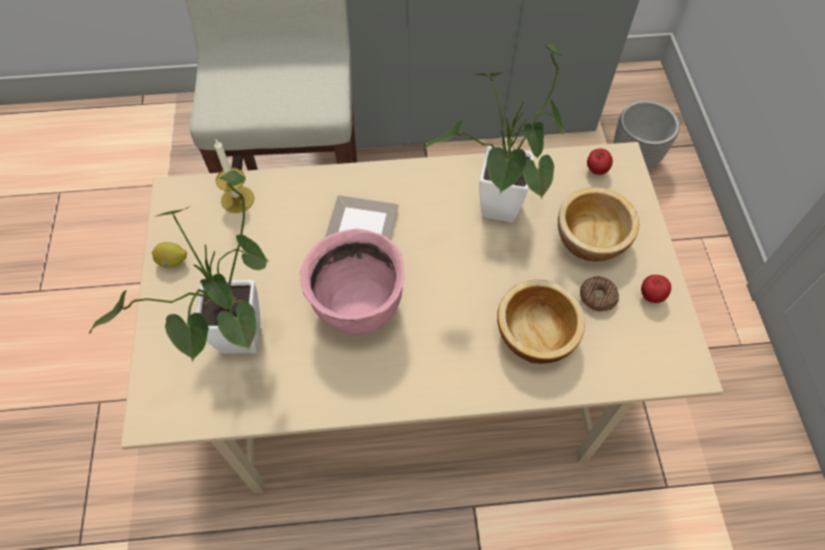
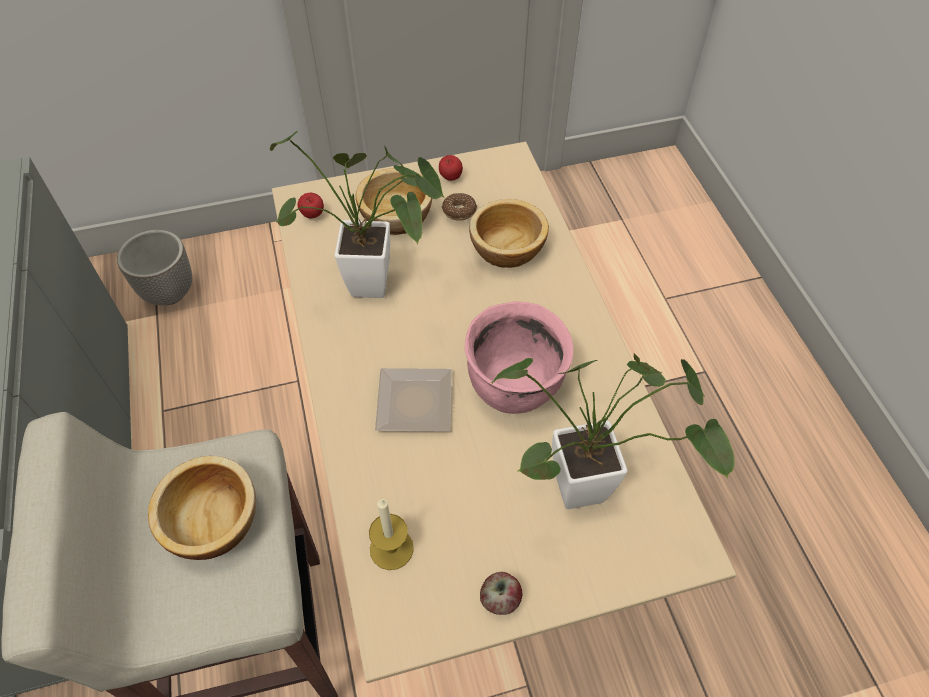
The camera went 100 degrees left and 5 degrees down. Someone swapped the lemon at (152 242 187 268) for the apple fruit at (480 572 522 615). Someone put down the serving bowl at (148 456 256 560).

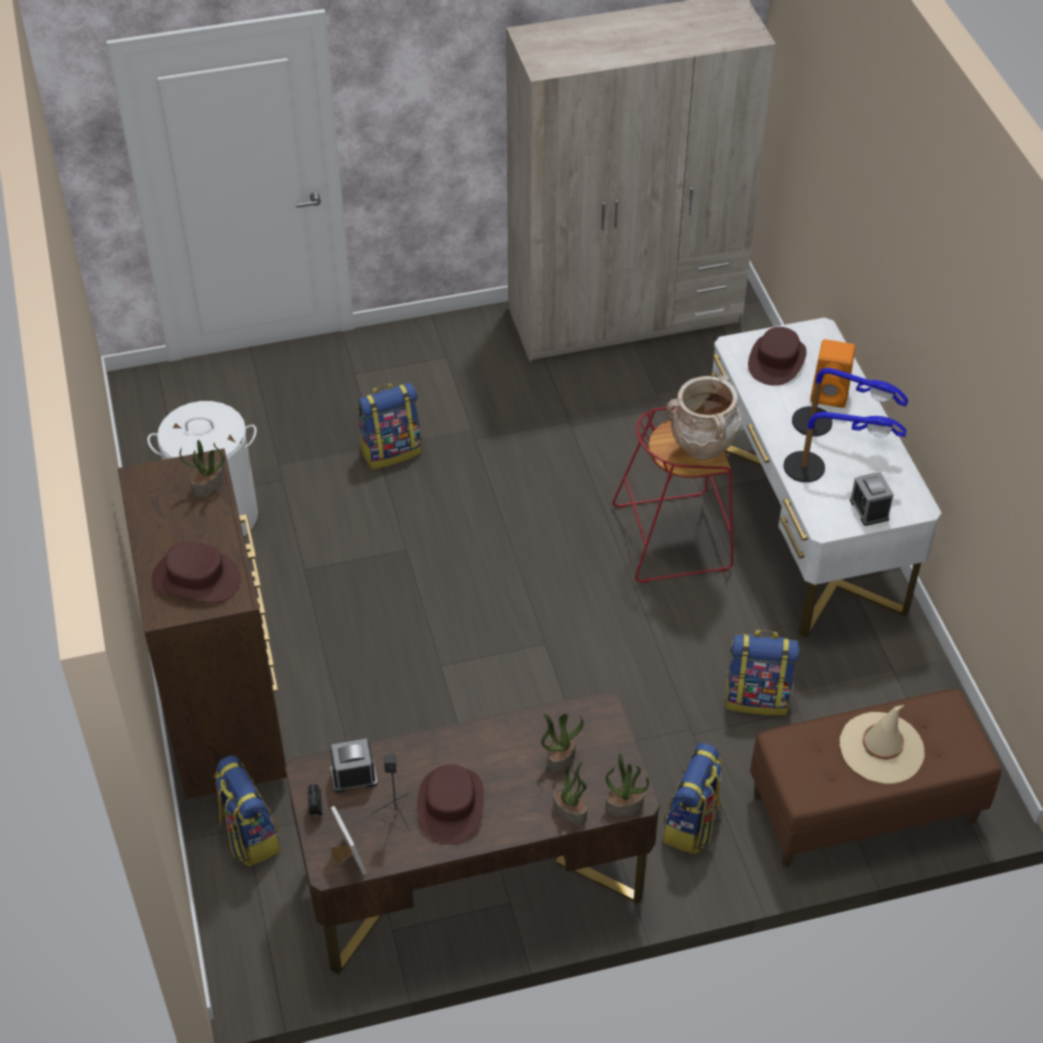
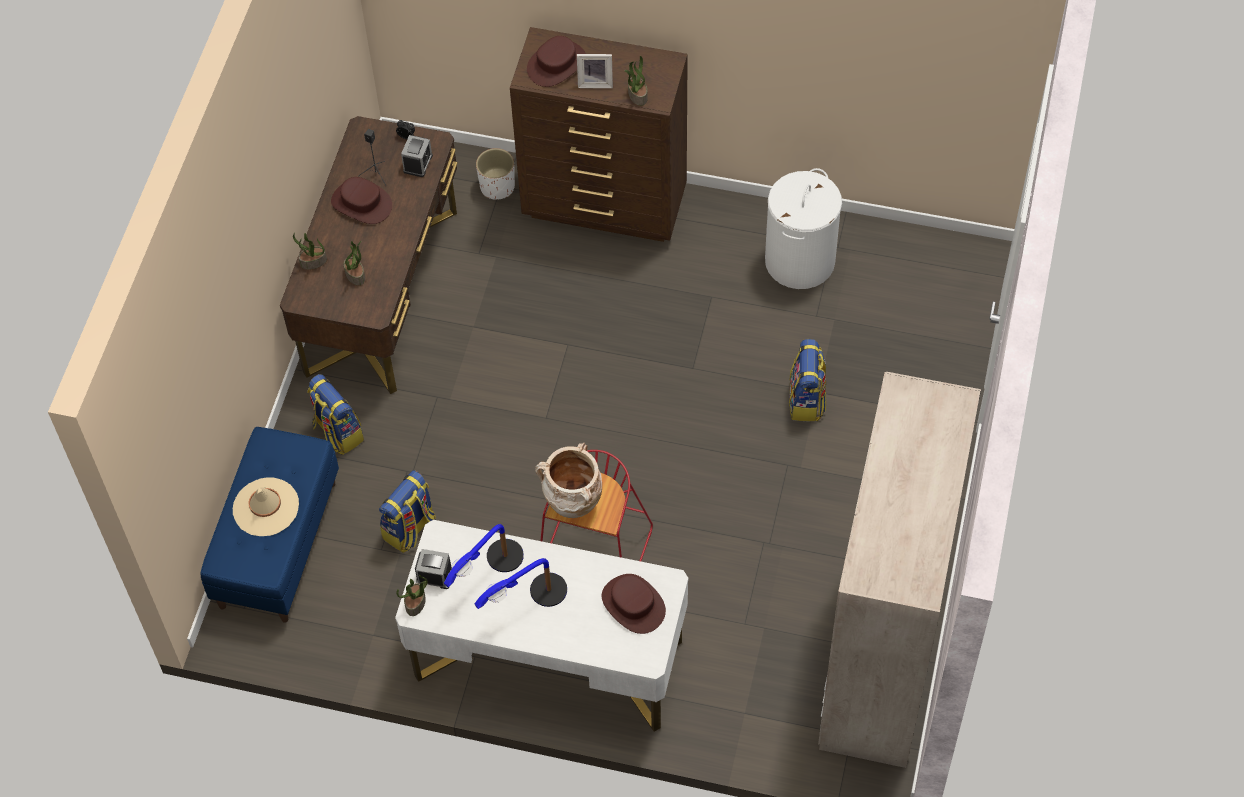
The camera went 120 degrees right and 10 degrees up. Someone took away the audio speaker in orange at (810 339 855 408). Someone repainted the bench in brown at (750 689 1001 867), which became the bench in blue at (201 427 339 623). Someone carried the potted plant from (606 753 649 817) to (396 575 428 616). Someone swapped the rucksack at (214 755 280 867) for the flower pot in whitish at (476 148 515 200). Someone carried the photo frame from (331 806 367 876) to (577 54 613 88).

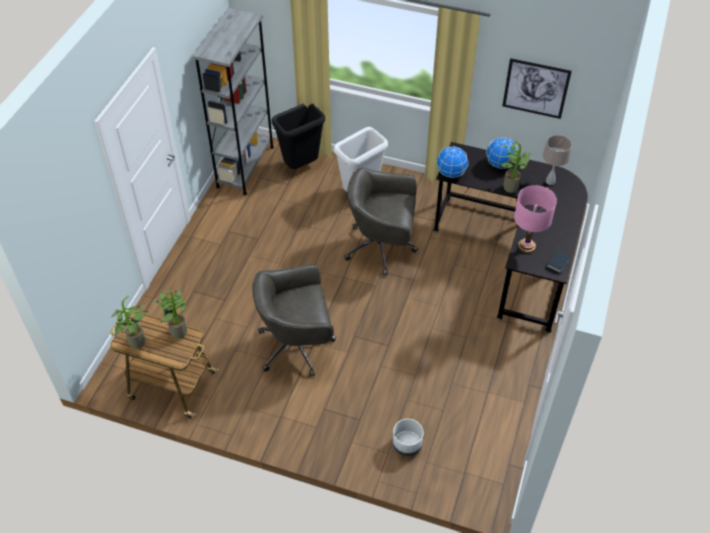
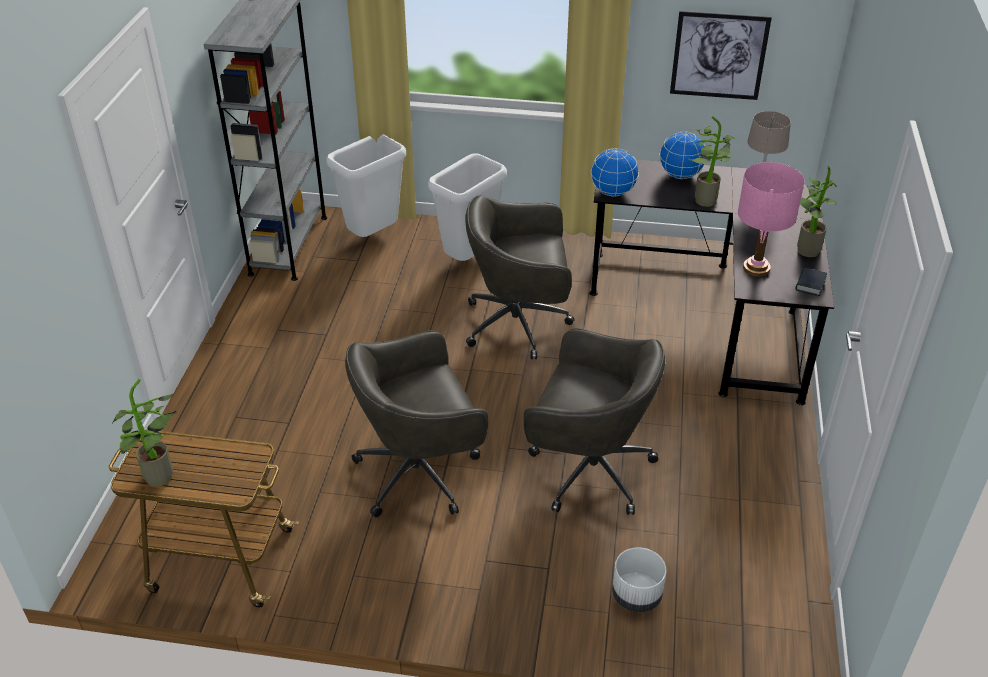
The camera went 10 degrees left and 10 degrees down. Someone repainted the trash can in blackish at (272 104 325 169), which became the trash can in whitish at (326 135 406 237). Someone carried the potted plant from (151 290 187 339) to (797 166 837 257). Someone put down the office chair in gray at (523 328 665 515).

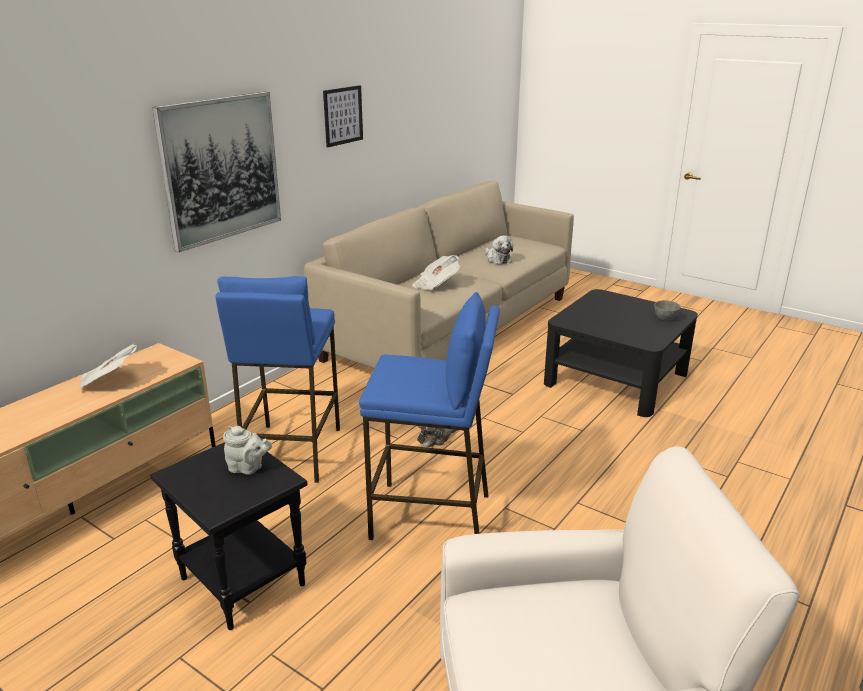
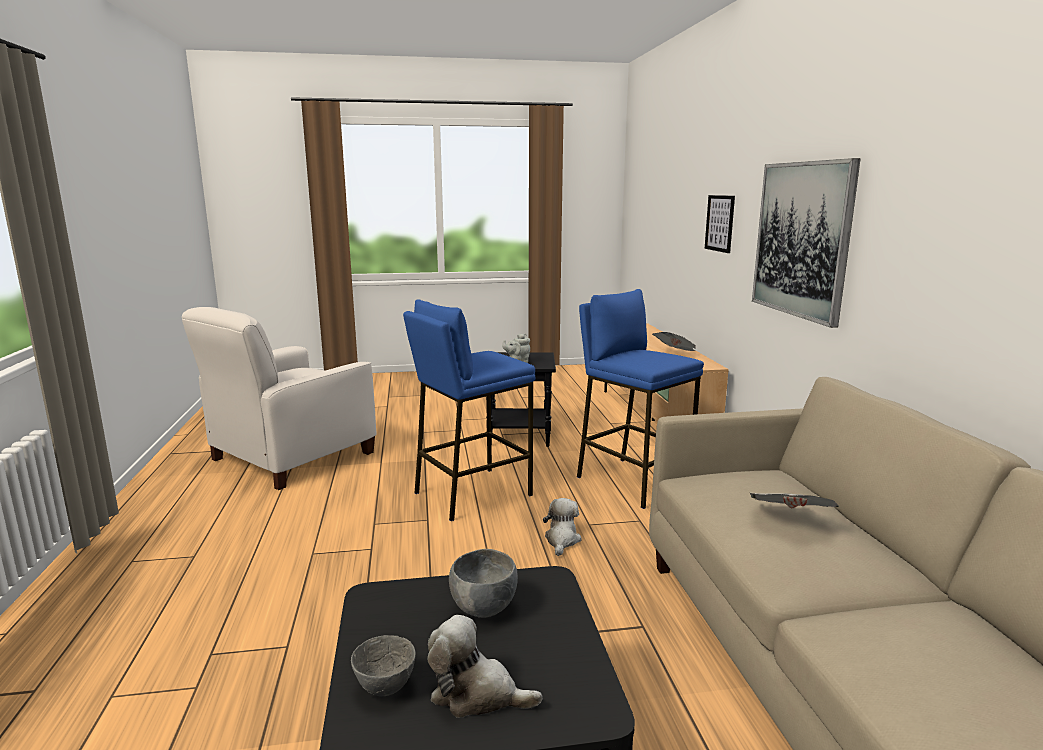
The camera went 135 degrees right and 10 degrees down. Someone carried the wall art from (323 85 363 147) to (705 195 735 253). Someone carried the plush toy from (485 236 513 264) to (427 615 543 718). Someone put down the serving bowl in gray at (449 549 518 618).

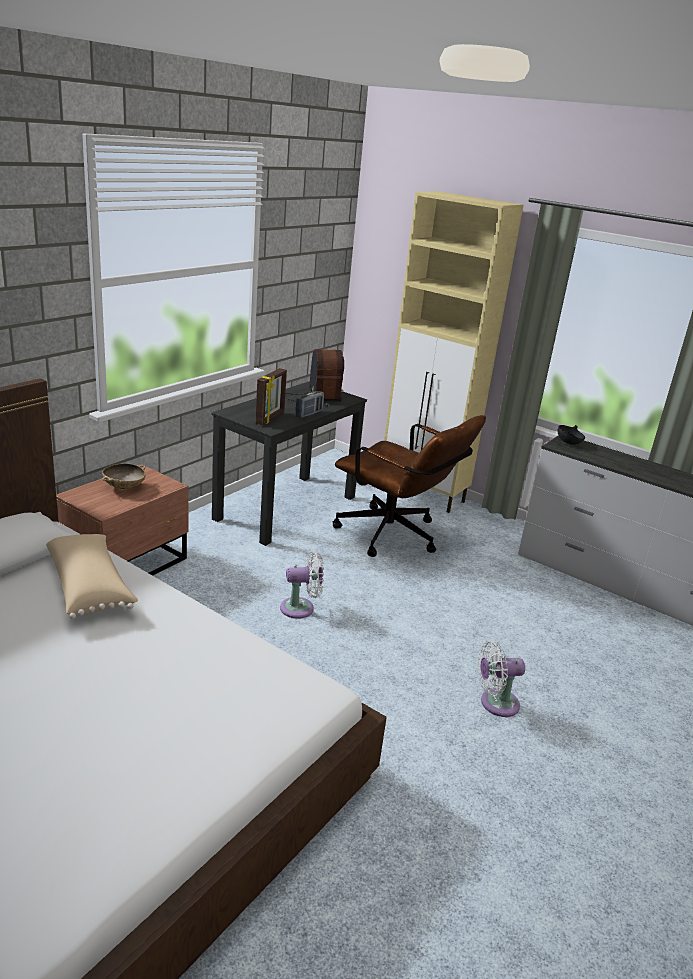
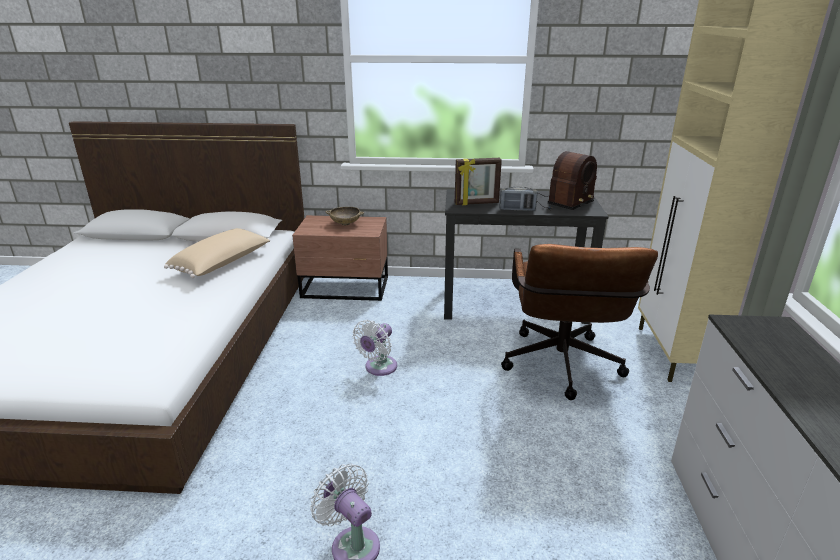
The camera went 60 degrees right and 0 degrees up. Someone took away the serving bowl in blackish at (558 425 585 445). Someone rotated the electric fan in whitish at (280 552 324 619) by 75 degrees clockwise.

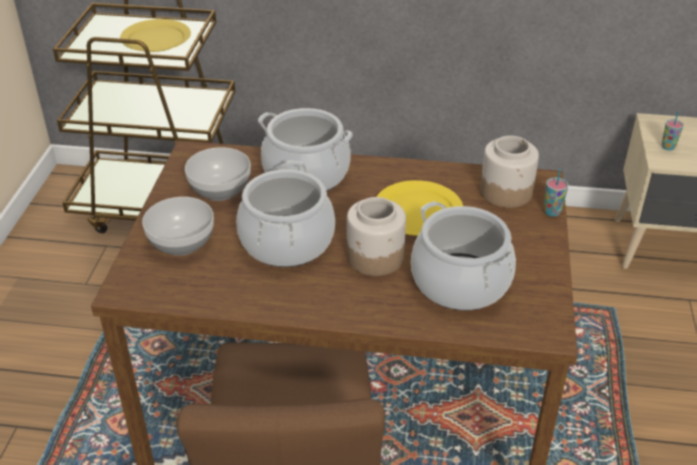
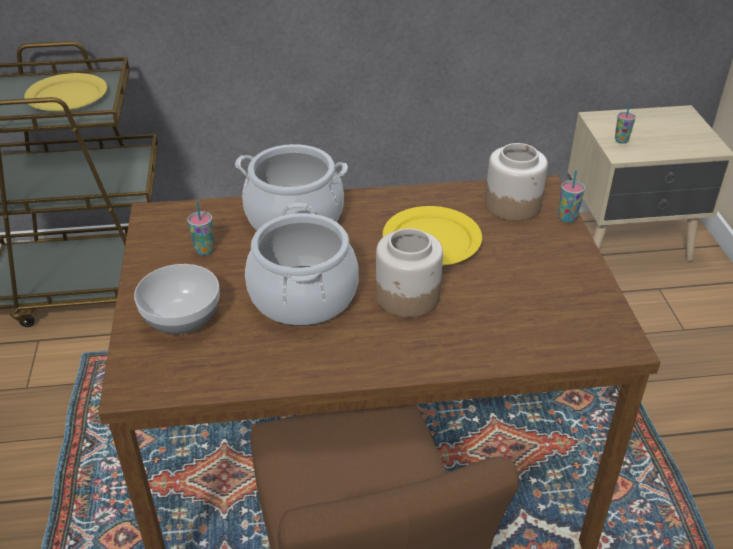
The camera went 15 degrees left and 0 degrees up. Someone swapped the serving bowl at (185 147 251 201) for the cup at (187 201 214 255). Someone took away the saucepot at (411 201 516 310).

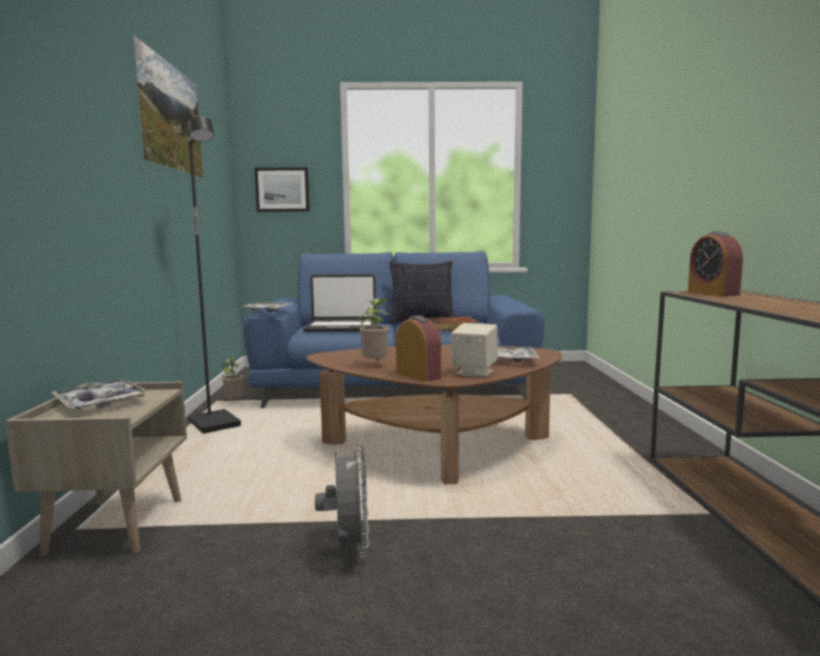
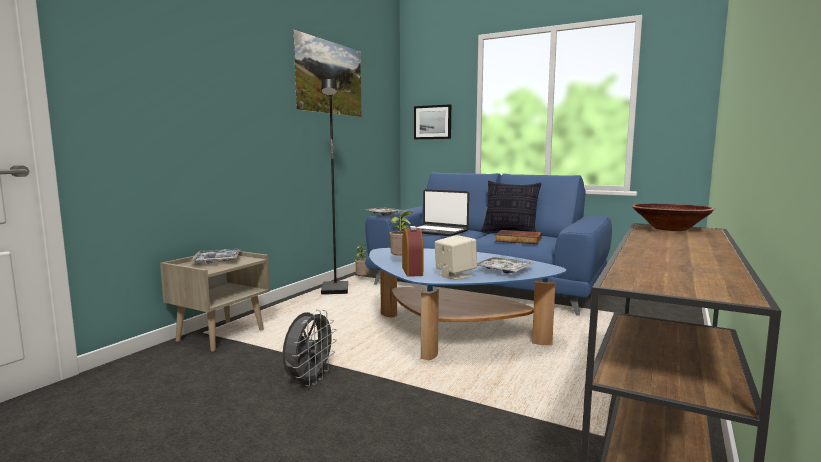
The camera went 30 degrees right and 0 degrees up. Someone swapped the table clock at (688 231 743 296) for the serving bowl in brown at (632 204 715 231). Someone repainted the low table in brown at (307 345 562 484), which became the low table in blue at (369 248 566 360).

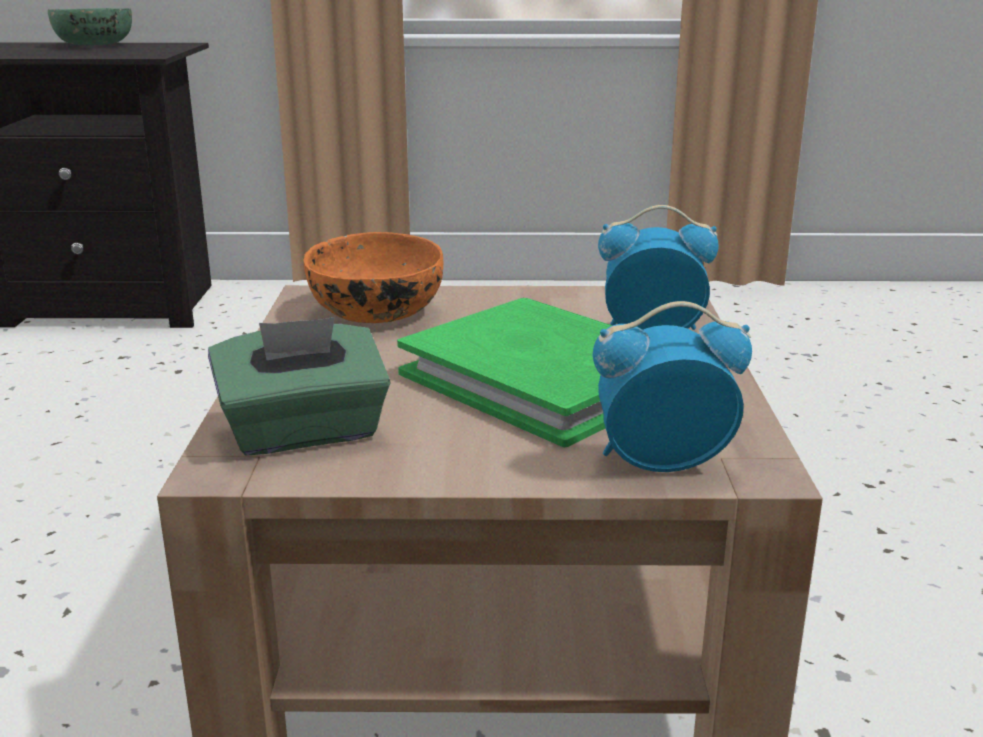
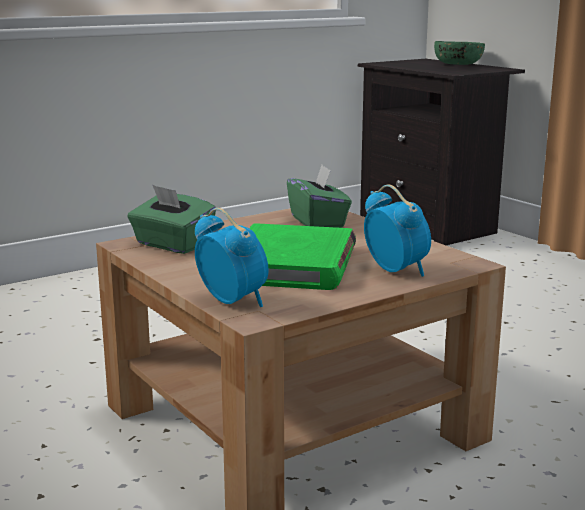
The camera went 55 degrees right and 5 degrees down. Someone swapped the serving bowl in orange at (304 232 443 323) for the tissue box in green at (287 165 352 228).

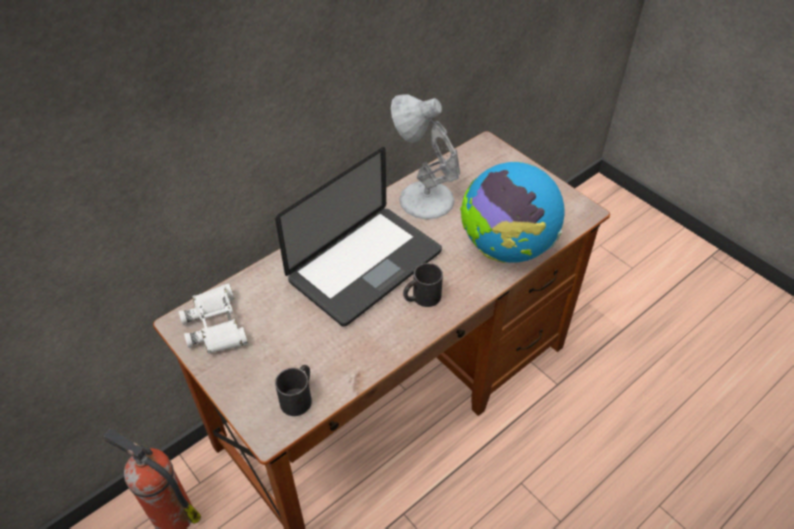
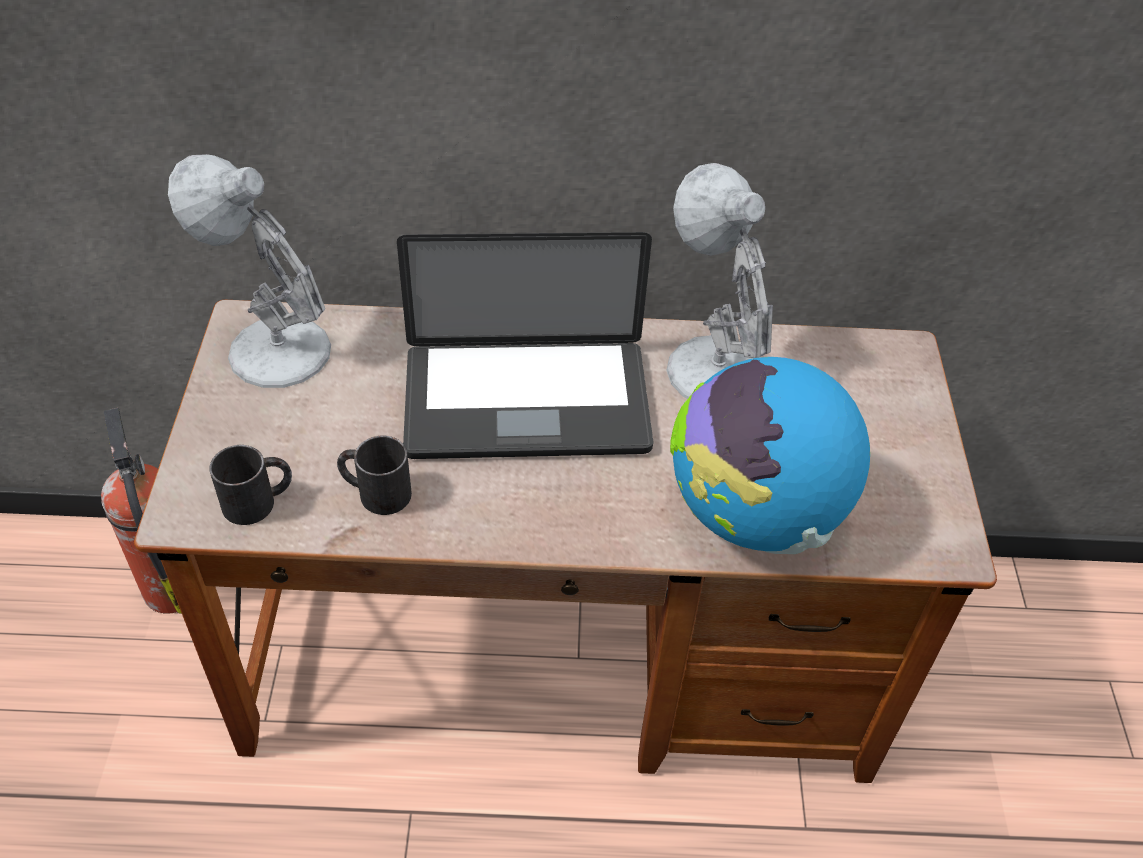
The camera went 40 degrees right and 0 degrees up. Someone carried the coffee mug in blackish from (403 263 443 307) to (337 436 412 515). Someone swapped the pair of binoculars in whitish at (179 283 248 354) for the table lamp in whitish at (168 154 331 388).

